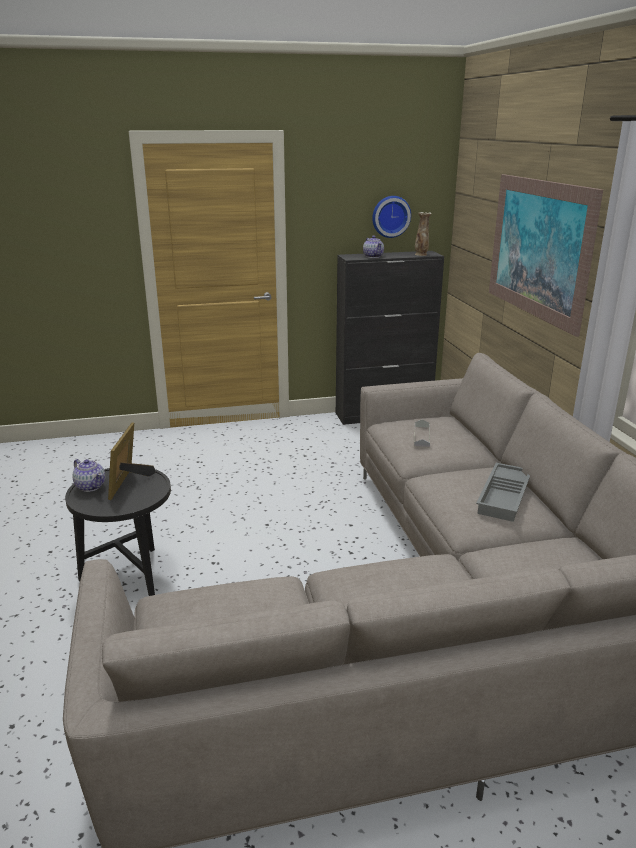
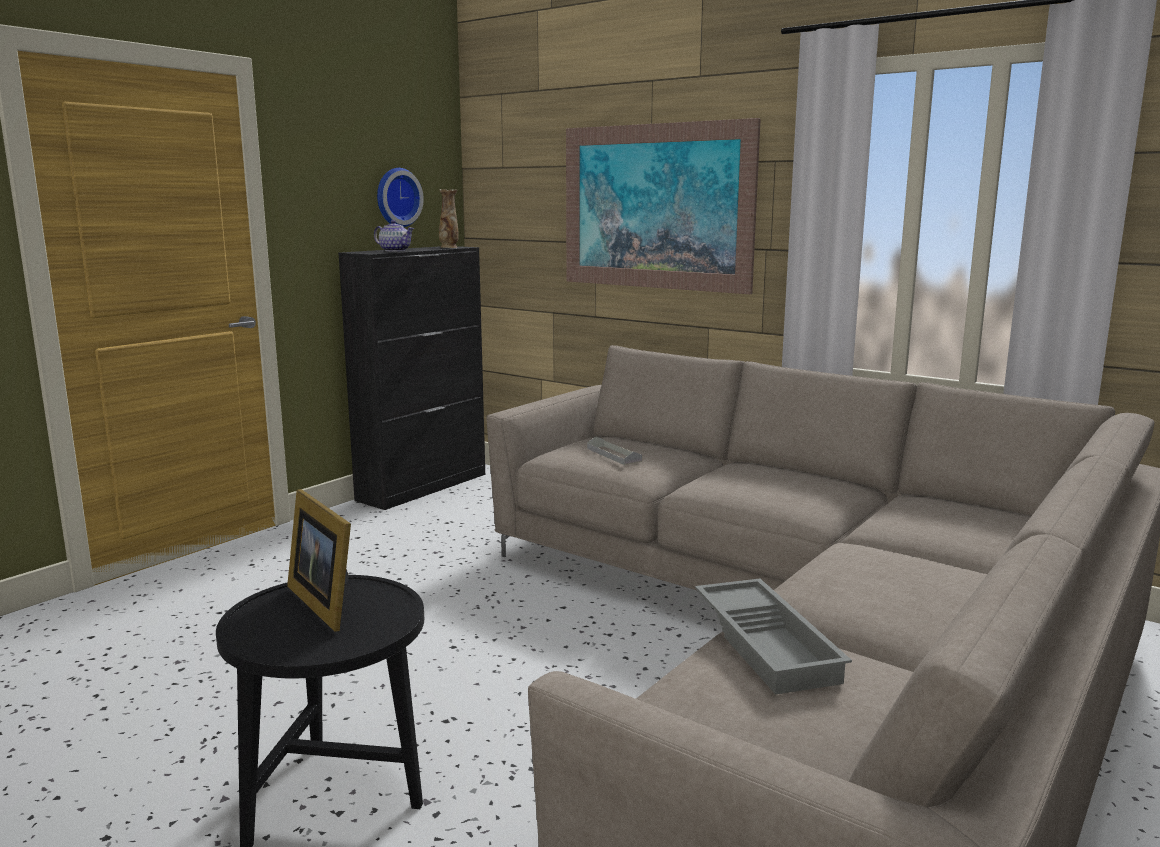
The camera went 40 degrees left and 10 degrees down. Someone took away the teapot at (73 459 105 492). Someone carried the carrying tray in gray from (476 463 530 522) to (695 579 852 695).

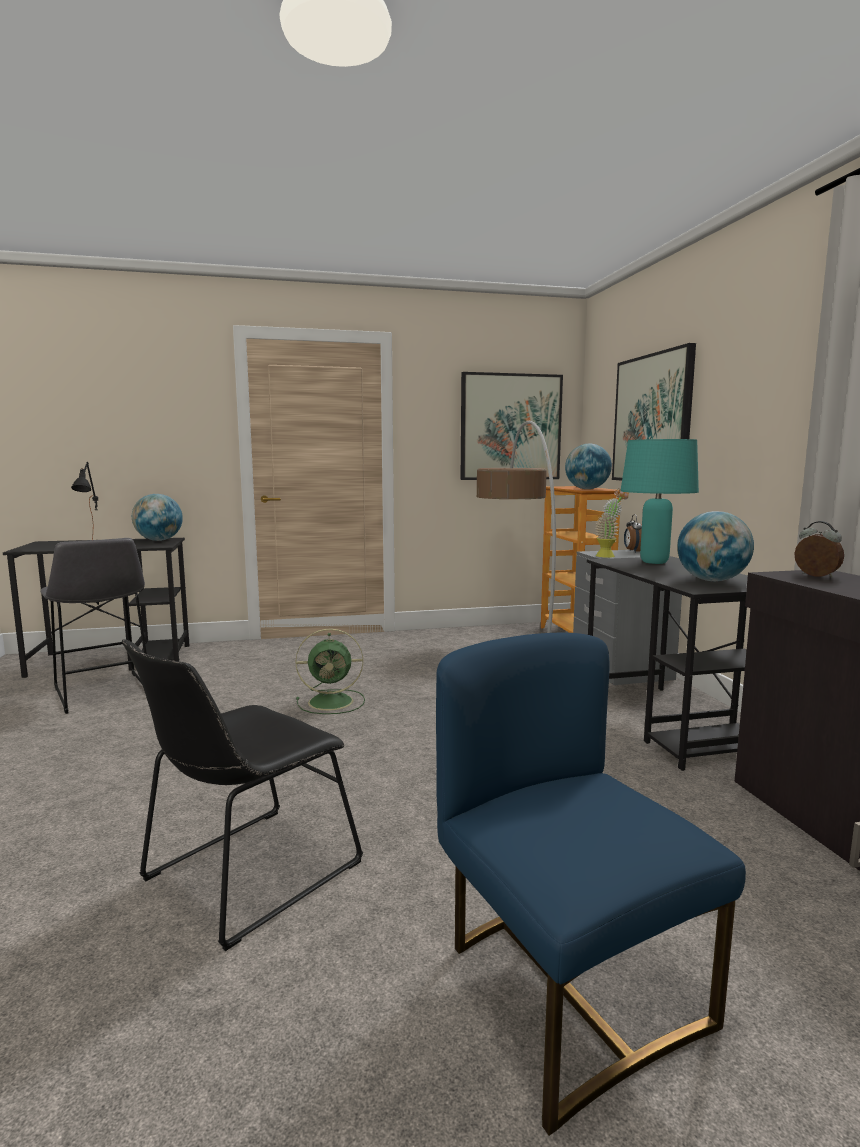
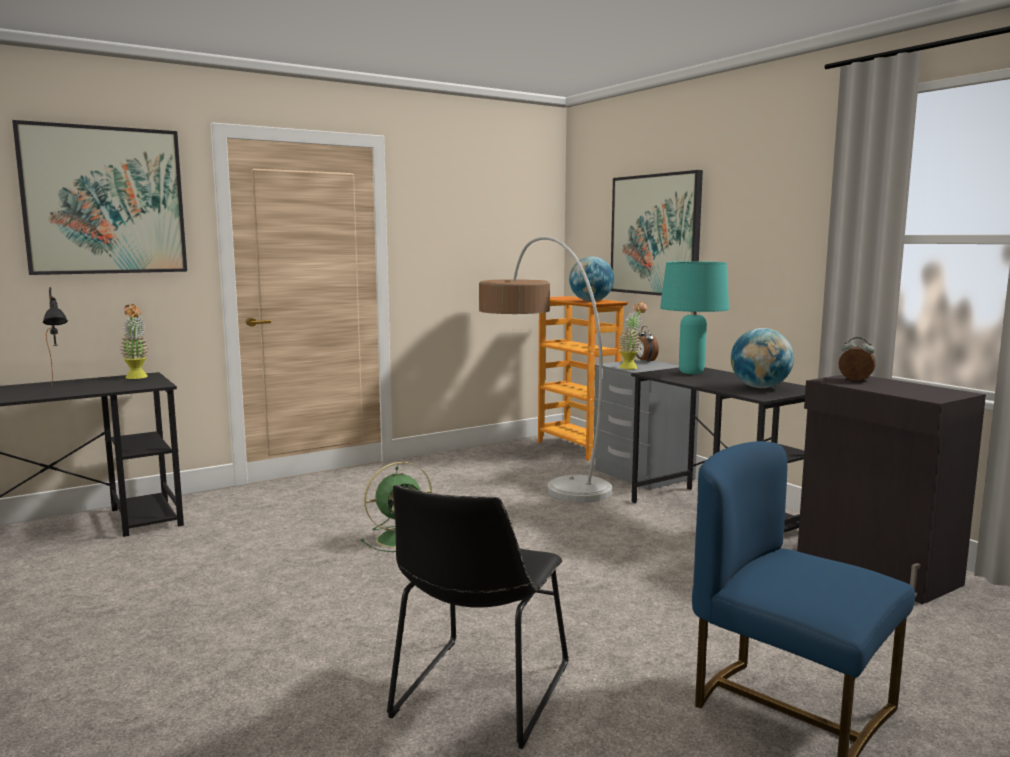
The camera went 20 degrees left and 0 degrees up. Someone carried the wall art from (461 372 563 480) to (12 120 187 275). Someone swapped the desk globe at (132 494 183 541) for the potted plant at (119 304 149 379). Someone took away the stool seat in gray at (40 538 147 714).

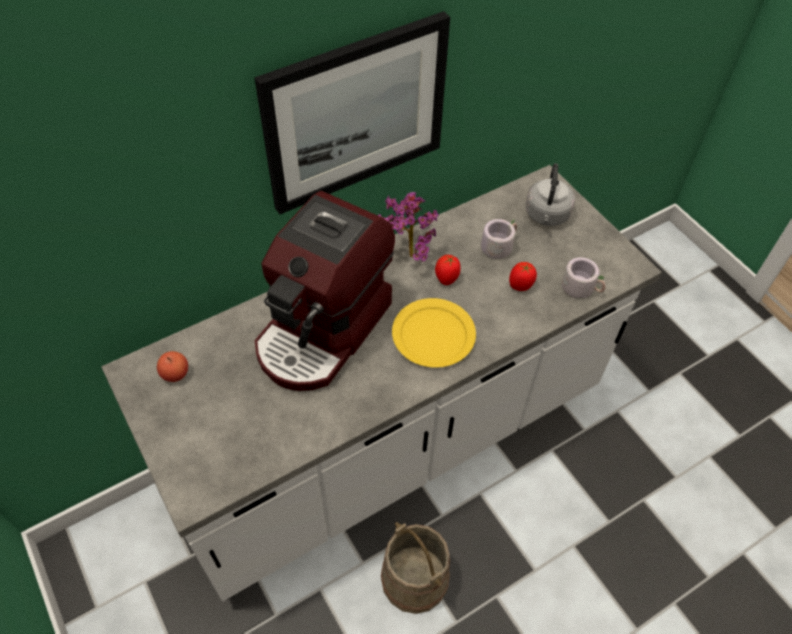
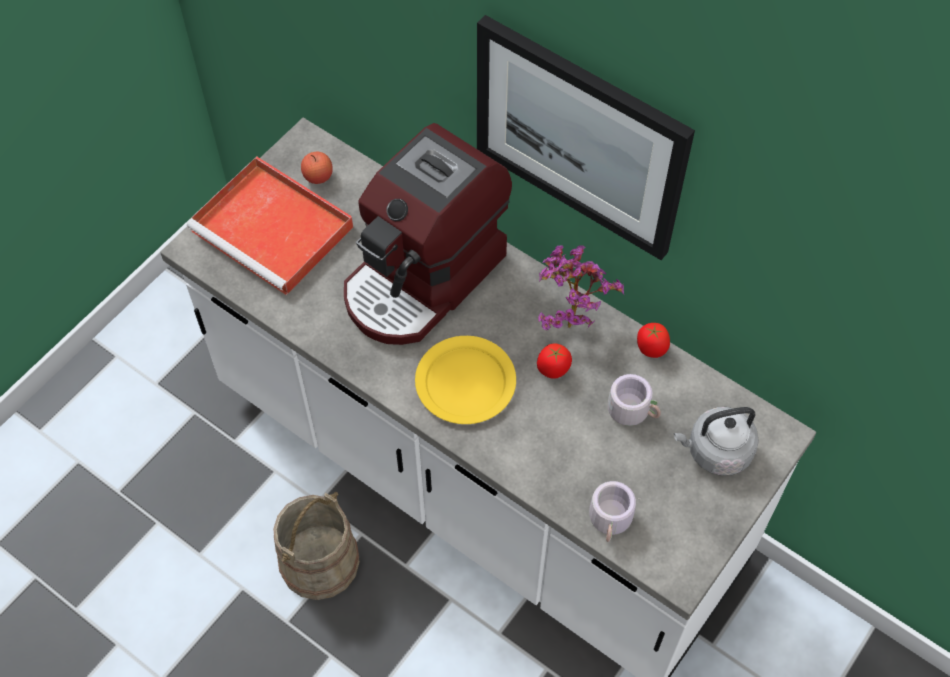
The camera went 70 degrees right and 5 degrees up. Someone rotated the coffee maker at (255 191 395 391) by 60 degrees counterclockwise. Someone carried the fresh tomato from (509 262 537 291) to (637 323 670 358). Someone put down the carrying tray in reddish at (187 156 353 295).

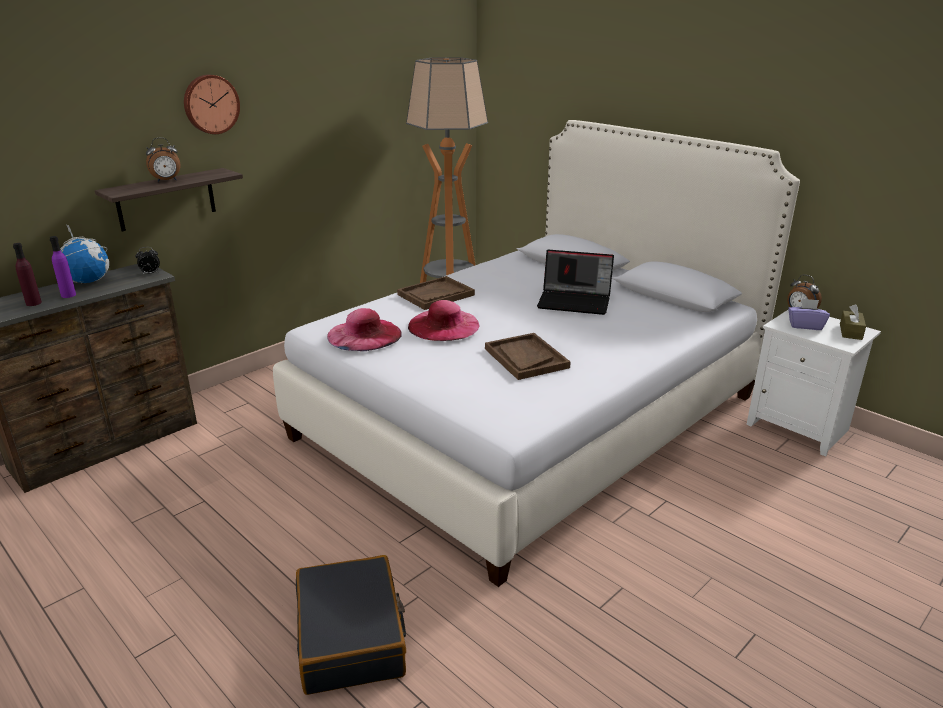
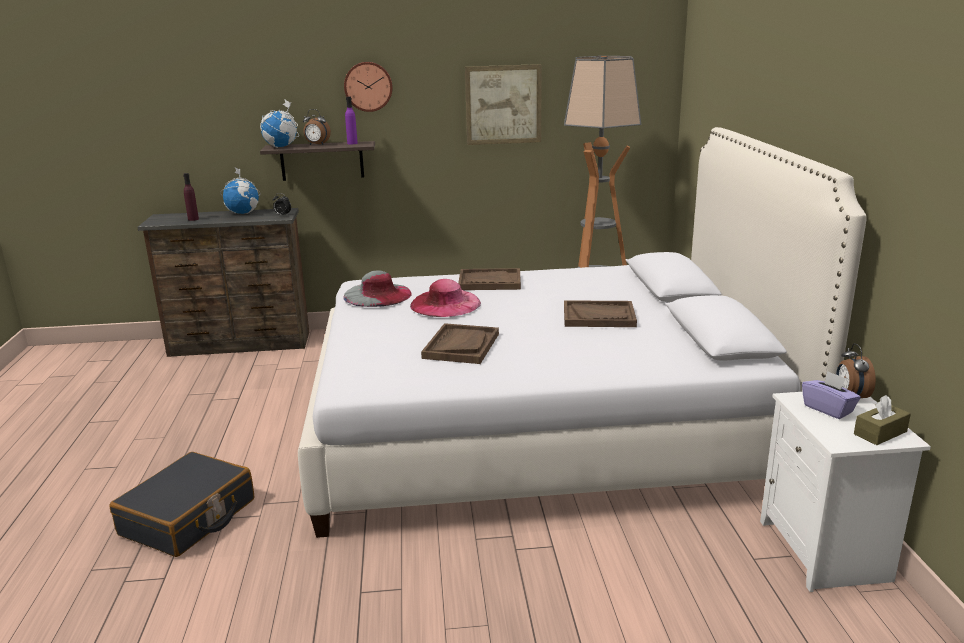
The camera went 40 degrees right and 5 degrees down. Someone carried the beverage bottle in purple-coloured from (50 236 76 298) to (345 97 358 144). Someone swapped the portable computer at (537 250 614 315) for the carrying tray in brown at (564 300 637 327). Someone repainted the hat in pink-coloured at (327 308 401 351), which became the hat in gray at (343 270 412 307). Someone put up the wall art at (465 64 542 145). Someone put down the desk globe at (260 100 299 148).

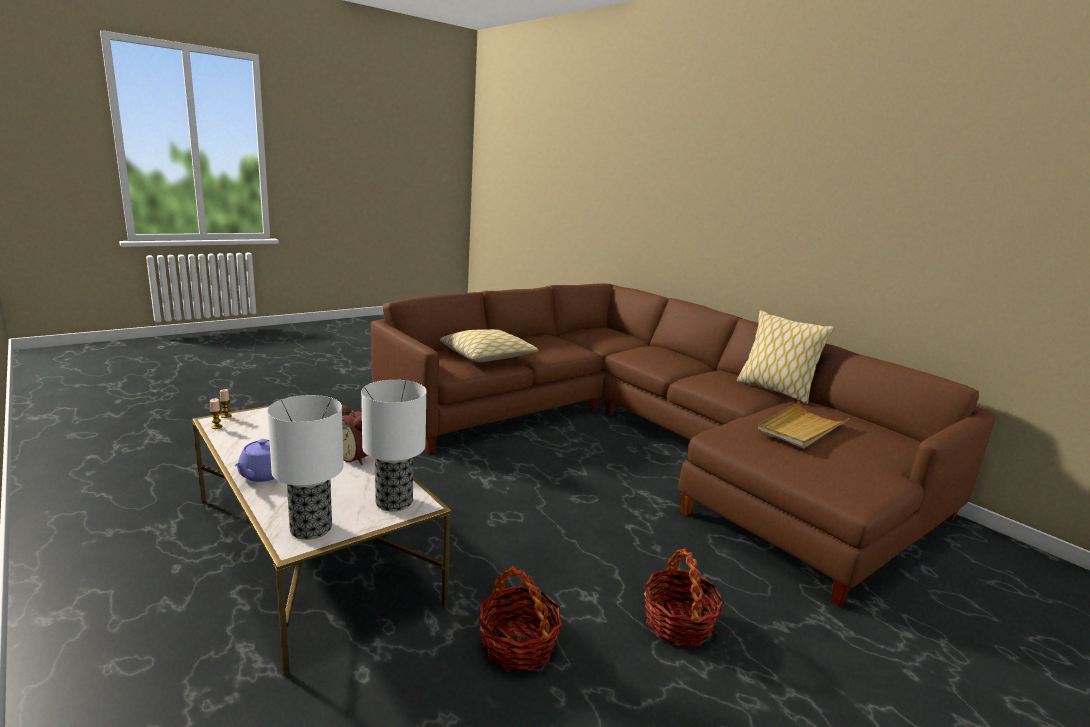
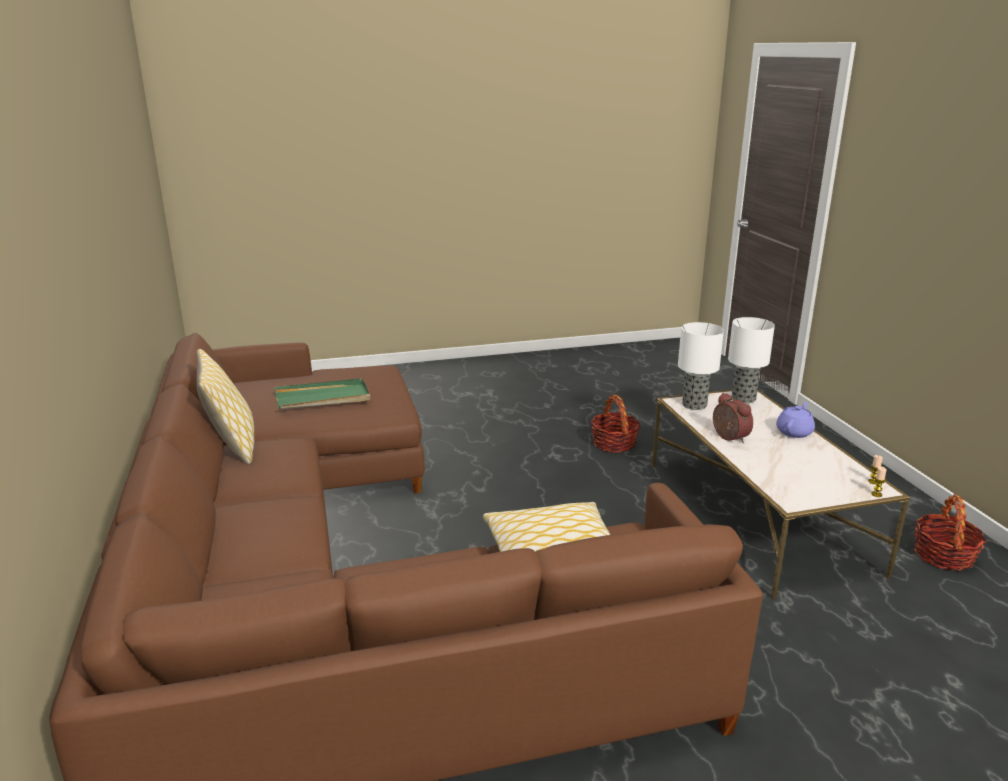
The camera went 155 degrees left and 5 degrees up. Someone repainted the carrying tray in beige-coloured at (758 402 850 448), which became the carrying tray in green at (274 378 371 409). Someone carried the basket from (643 548 724 647) to (914 494 987 571).

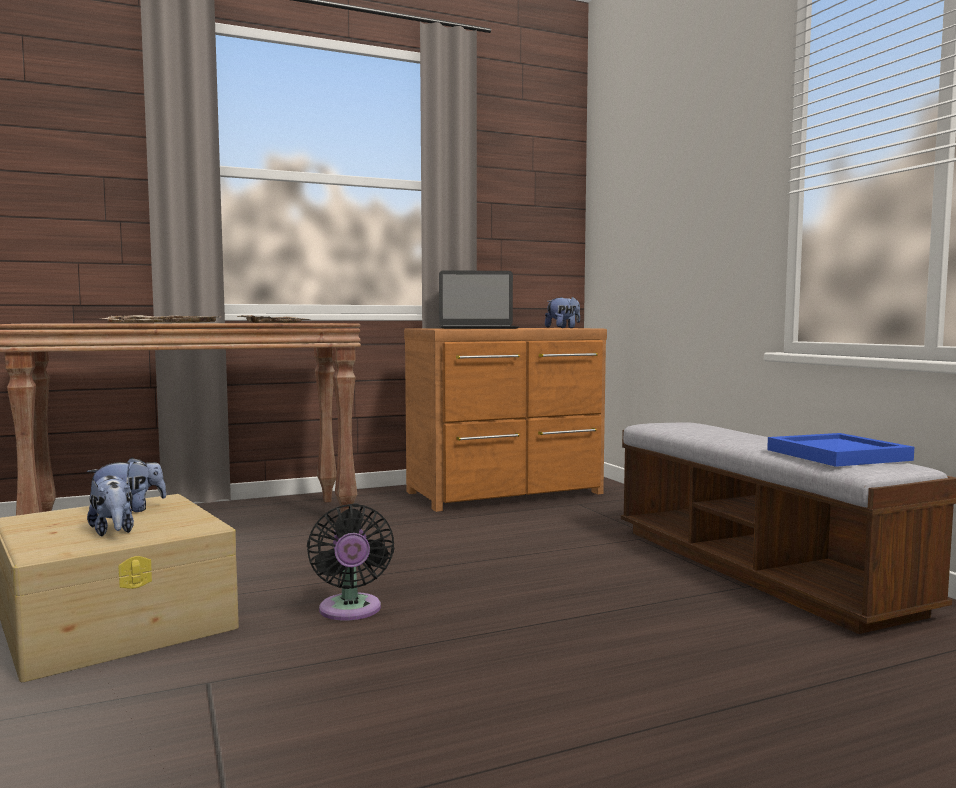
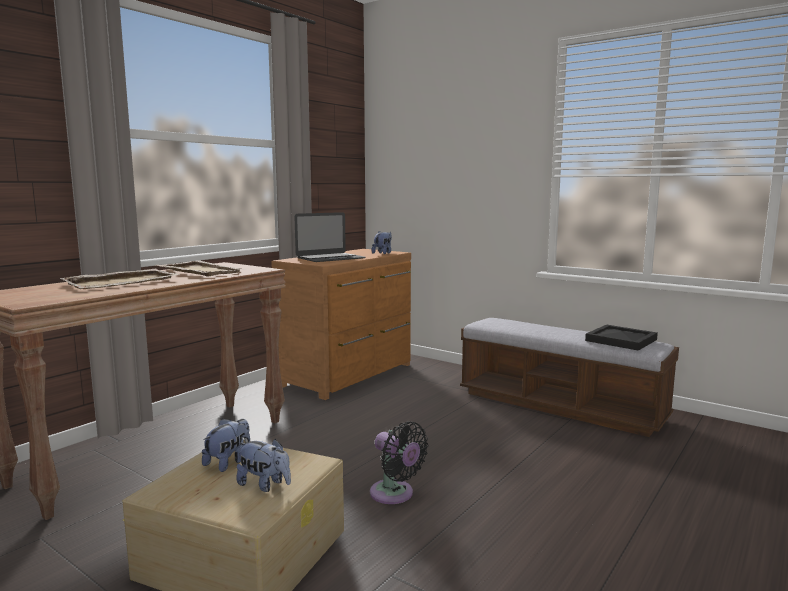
The camera went 30 degrees left and 5 degrees up. Someone repainted the carrying tray in blue at (767 433 914 467), which became the carrying tray in blackish at (585 325 658 351).

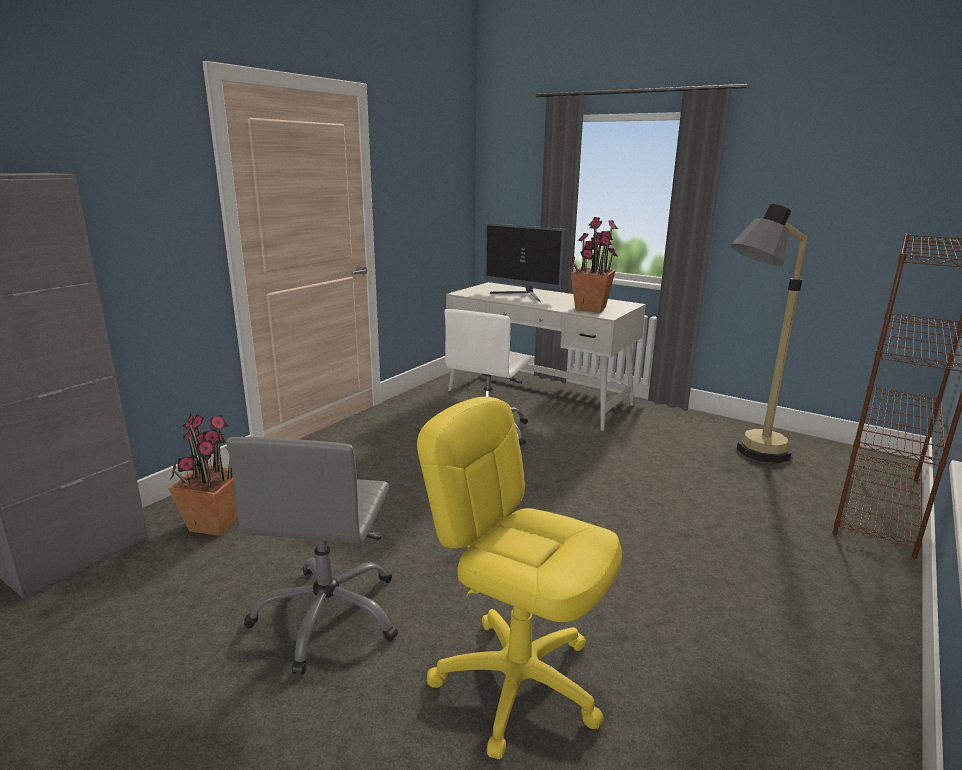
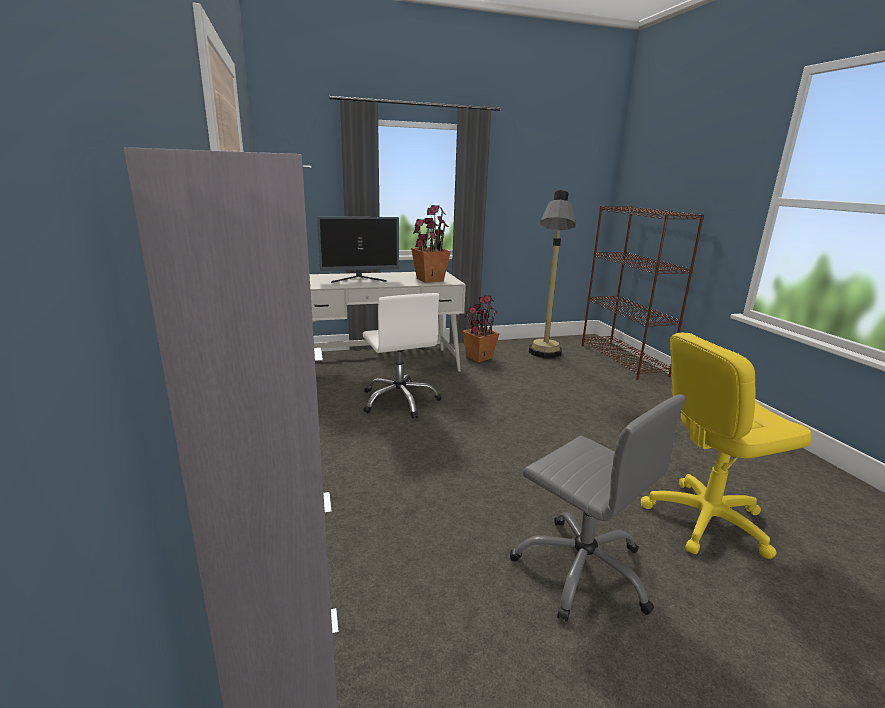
The camera went 50 degrees left and 0 degrees up. Someone carried the potted plant from (168 414 238 536) to (462 295 500 362).

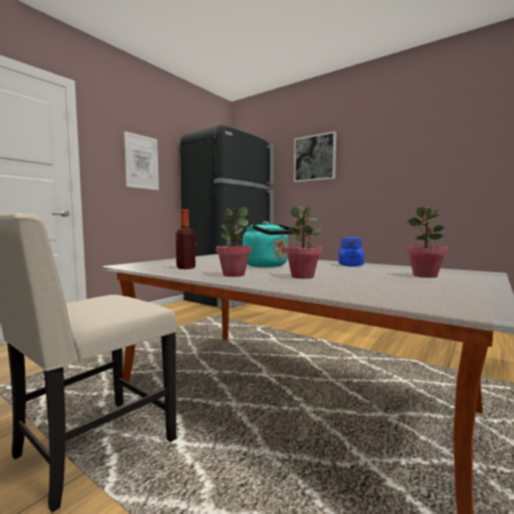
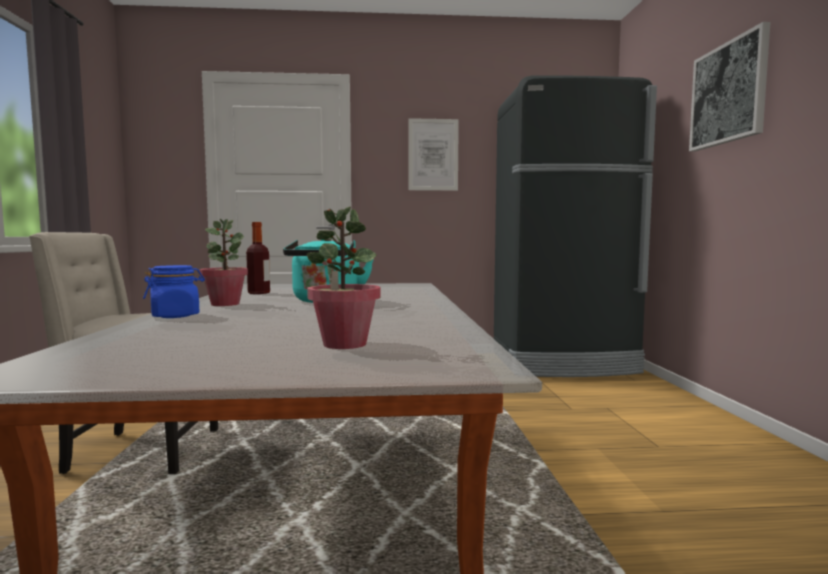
The camera went 50 degrees right and 0 degrees up. Someone took away the potted plant at (284 206 322 279). Someone carried the jar in blue from (338 238 364 266) to (143 265 205 318).

